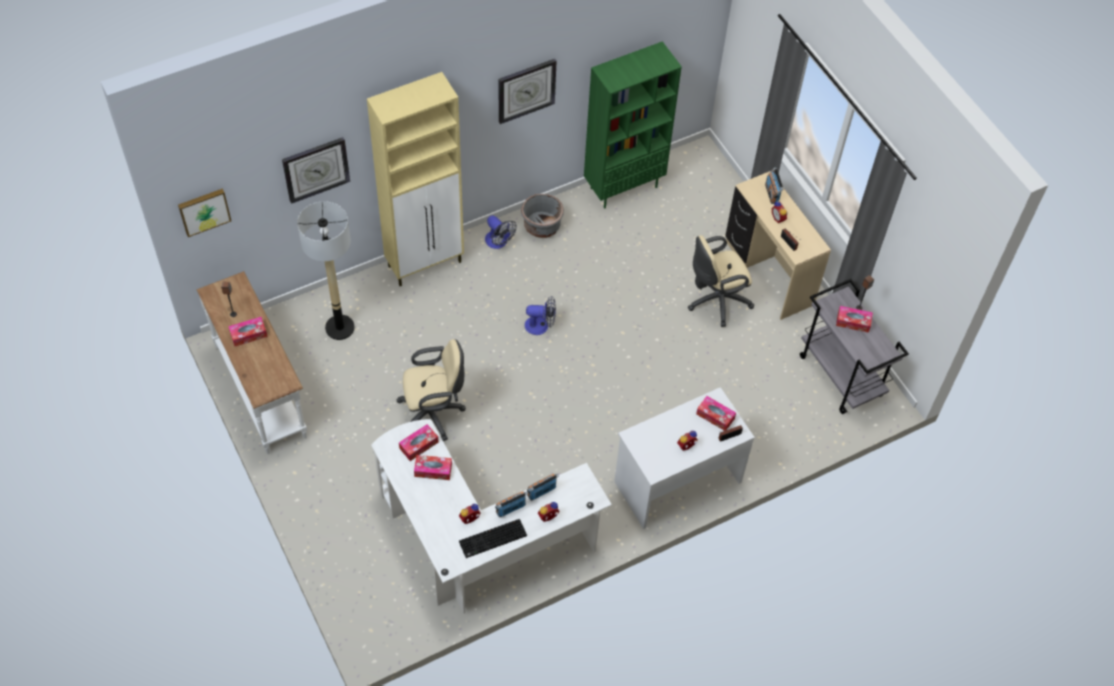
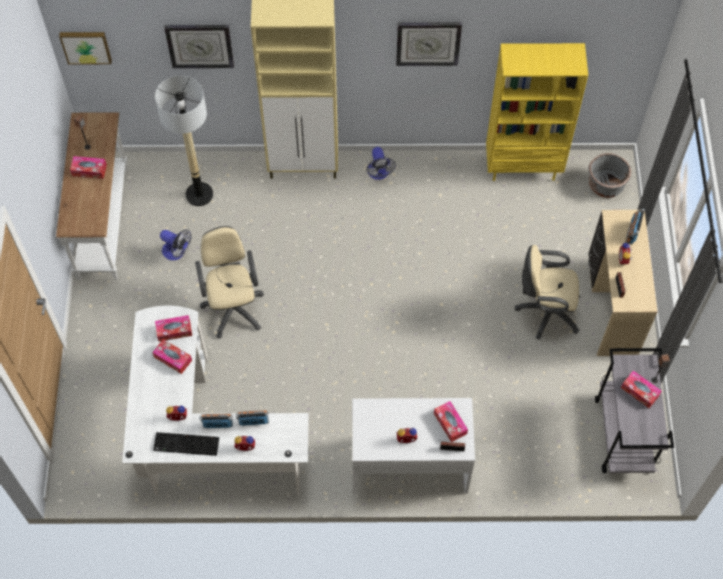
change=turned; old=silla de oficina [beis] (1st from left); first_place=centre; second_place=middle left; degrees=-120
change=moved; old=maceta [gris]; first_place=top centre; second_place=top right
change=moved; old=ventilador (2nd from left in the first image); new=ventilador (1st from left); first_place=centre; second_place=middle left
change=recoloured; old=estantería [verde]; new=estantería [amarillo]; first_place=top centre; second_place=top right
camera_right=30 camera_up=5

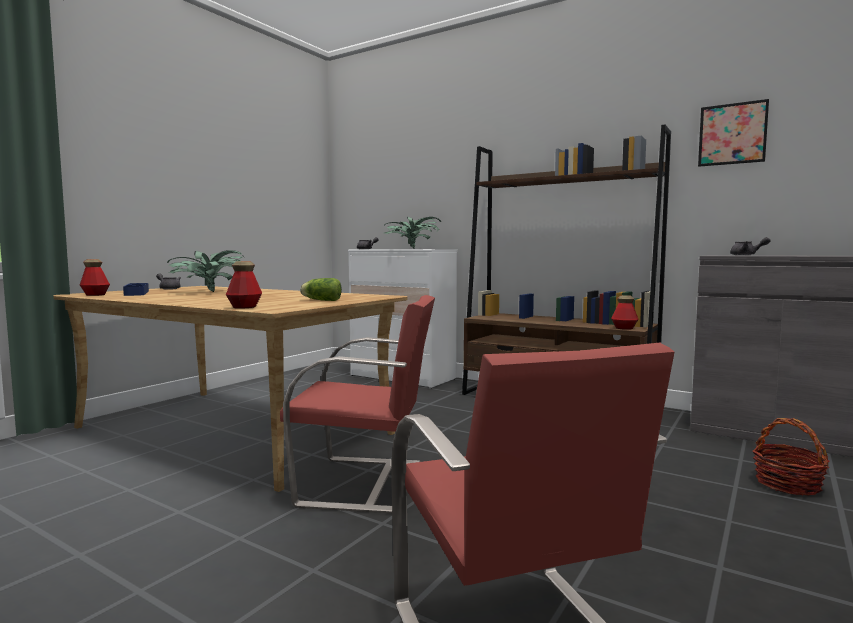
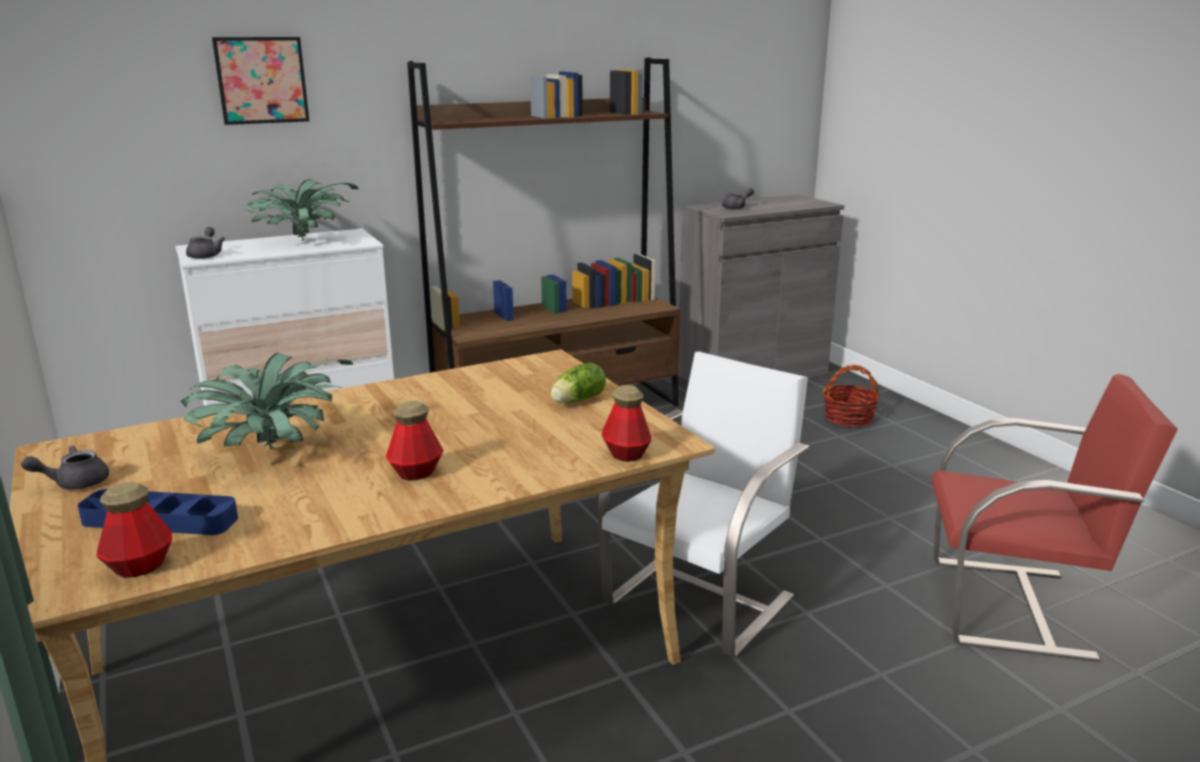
change=recoloured; old=silla [rojo] (1st from left); new=silla [blanco]; first_place=centre; second_place=centre
change=moved; old=botella (3rd from left in the first image); new=botella (2nd from left); first_place=middle right; second_place=centre
change=moved; old=cuadro; first_place=top right; second_place=top left
camera_right=-60 camera_up=15

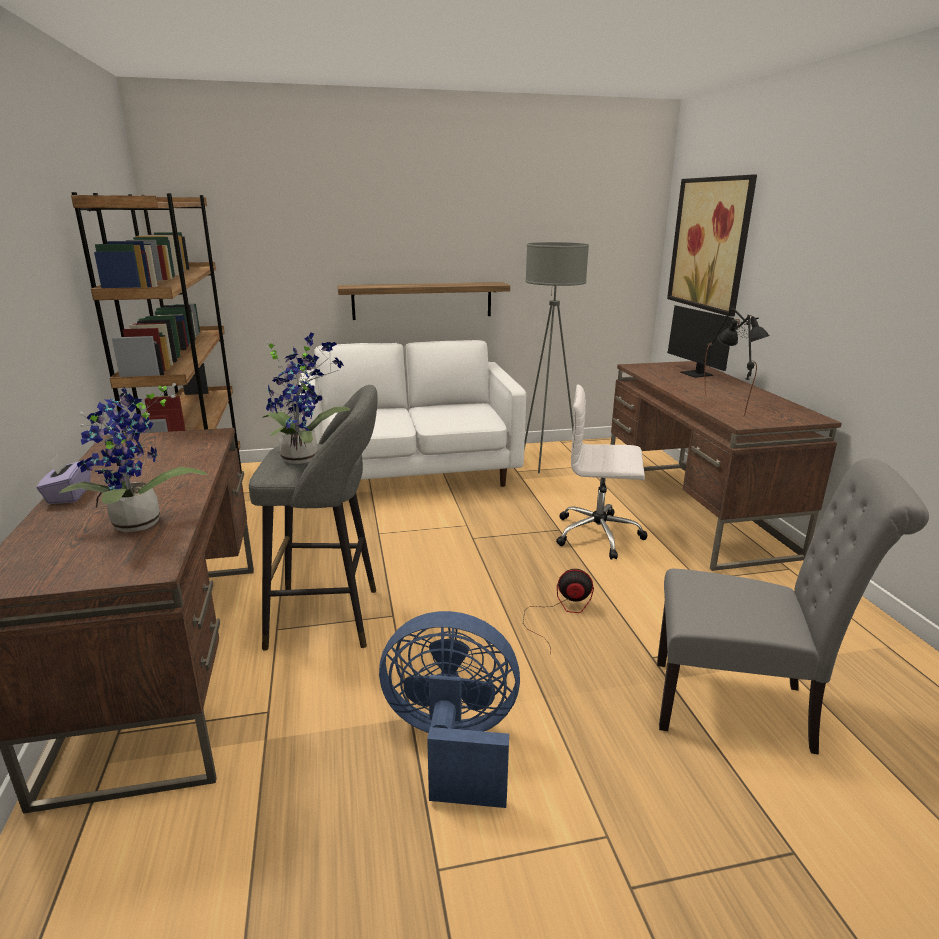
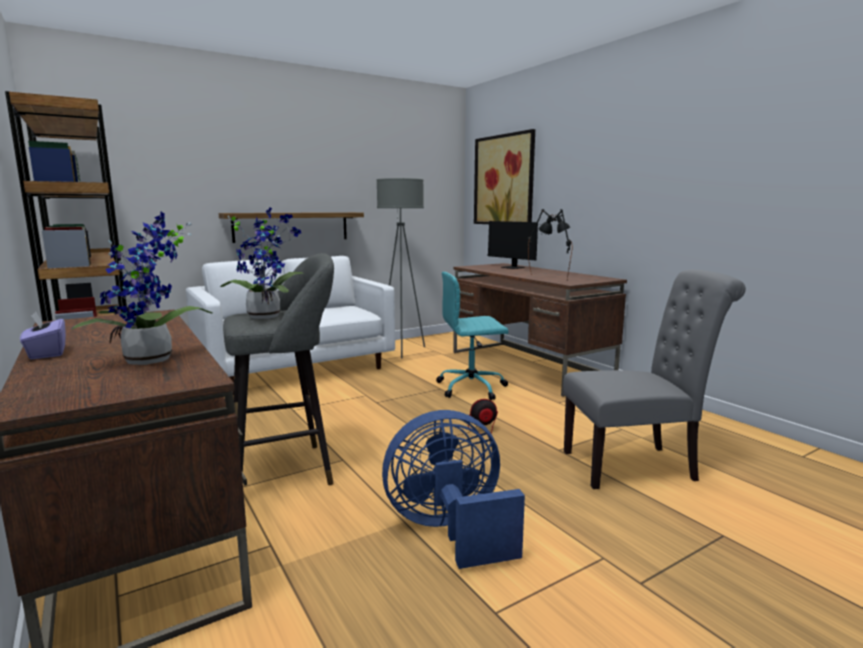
change=recoloured; old=silla de oficina [blanco]; new=silla de oficina [turquesa]; first_place=centre; second_place=centre
camera_right=-20 camera_up=-10

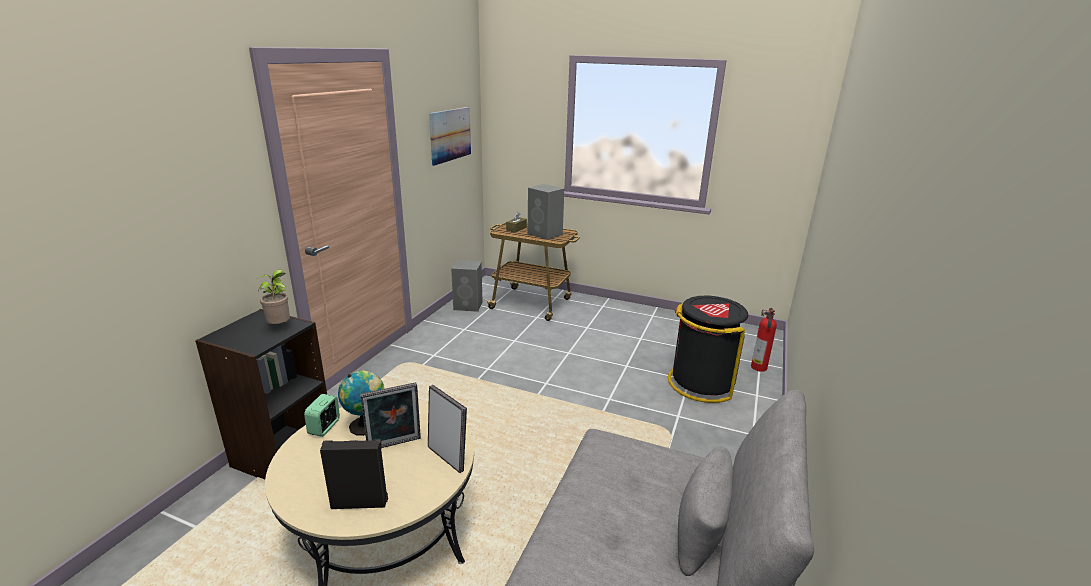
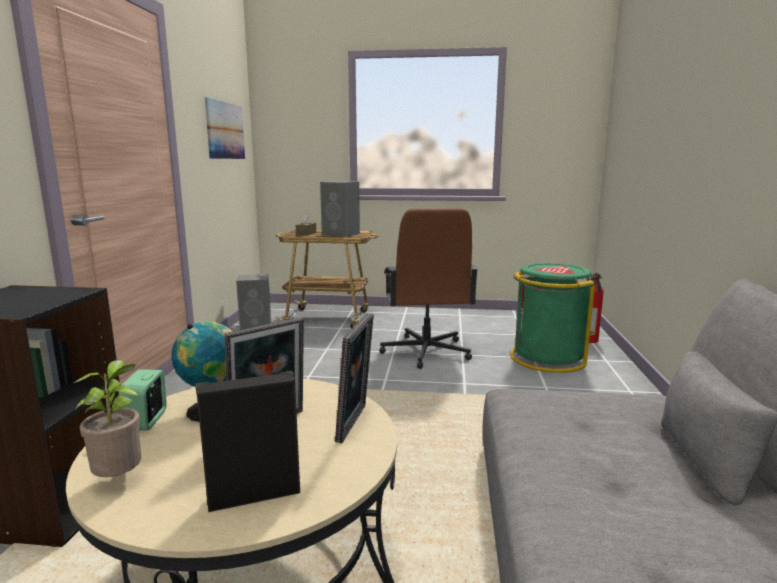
change=moved; old=planta en maceta; first_place=middle left; second_place=bottom left
change=turned; old=portarretratos (2nd from left); first_place=bottom centre; second_place=centre; degrees=75
change=recoloured; old=papelera [negro]; new=papelera [verde]; first_place=centre; second_place=middle right
change=added; new=silla de oficina [marrón]; second_place=centre
camera_right=-15 camera_up=-10

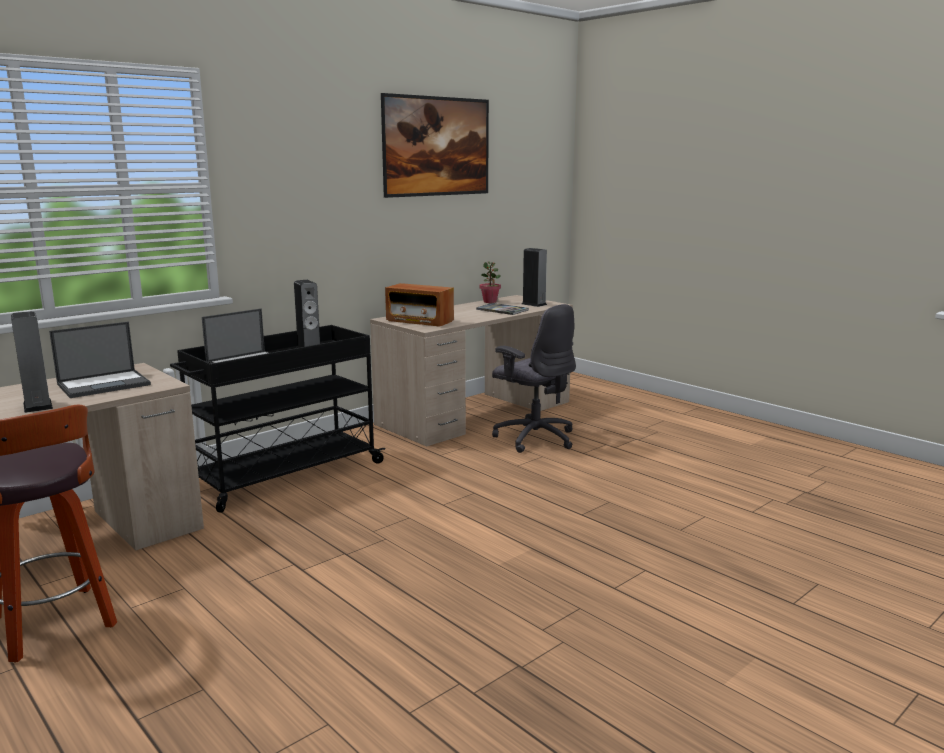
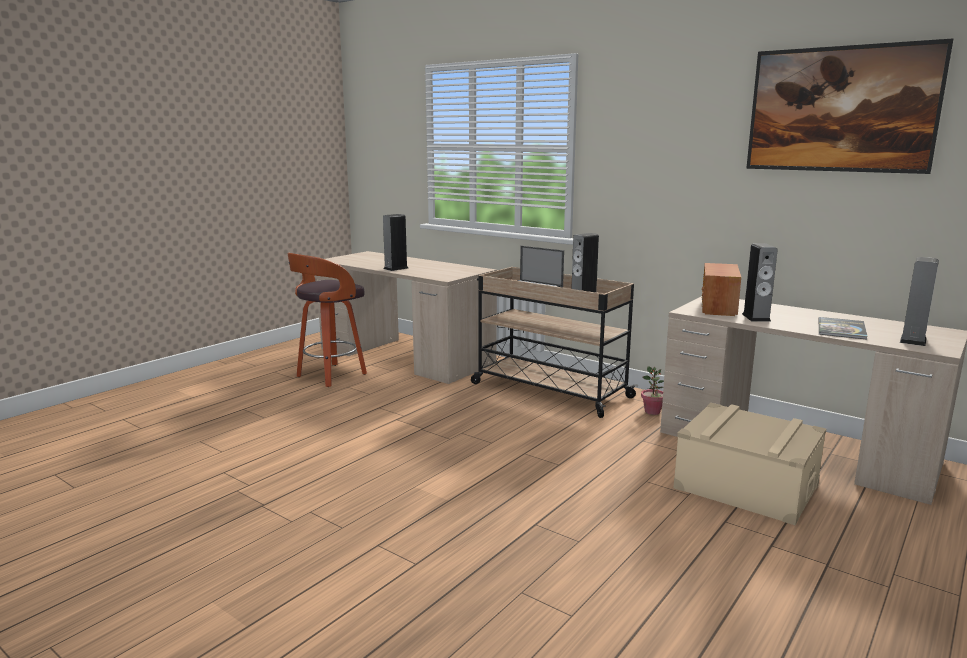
change=removed; old=portátil (1st from left); first_place=middle left
change=recoloured; old=carrito [negro]; new=carrito [beis]; first_place=middle left; second_place=centre
change=moved; old=planta en maceta; first_place=centre; second_place=middle right
change=replaced; old=silla de oficina [gris]; new=caja de almacenaje [beis]; first_place=centre; second_place=bottom right
change=added; new=altavoz (3rd from left); second_place=middle right
camera_right=80 camera_up=0

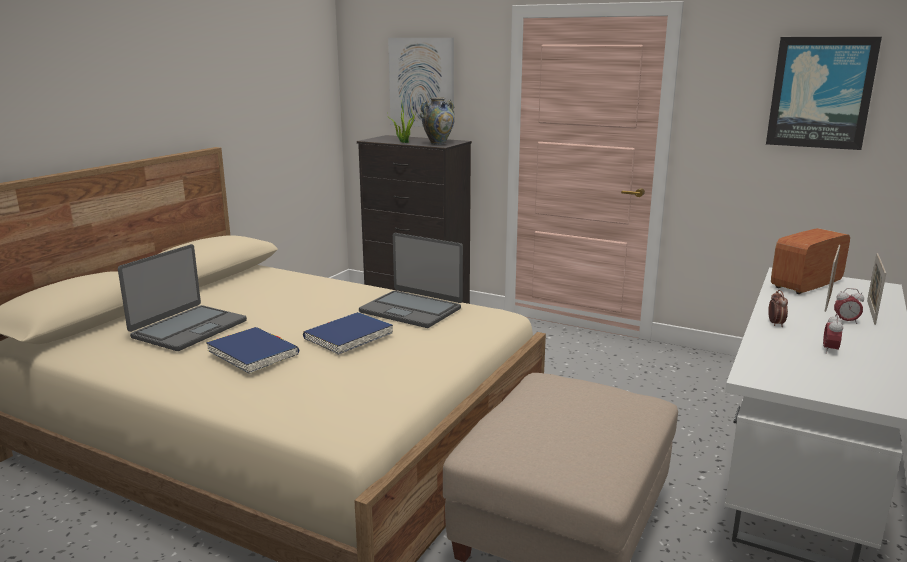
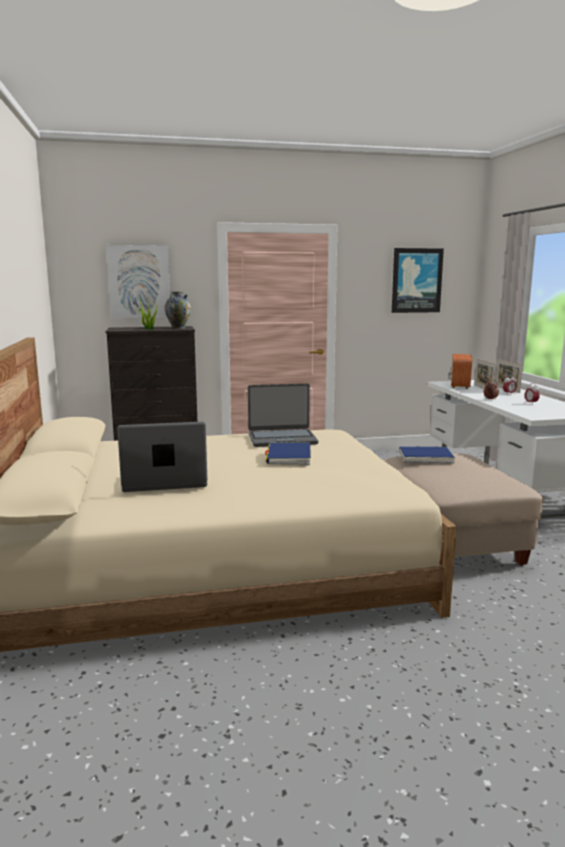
change=turned; old=portátil (1st from left); first_place=middle left; second_place=middle left; degrees=-90
change=moved; old=libro [azul] (1st from left in the first image); new=libro [azul] (2nd from left); first_place=middle left; second_place=middle right
camera_right=-40 camera_up=-5

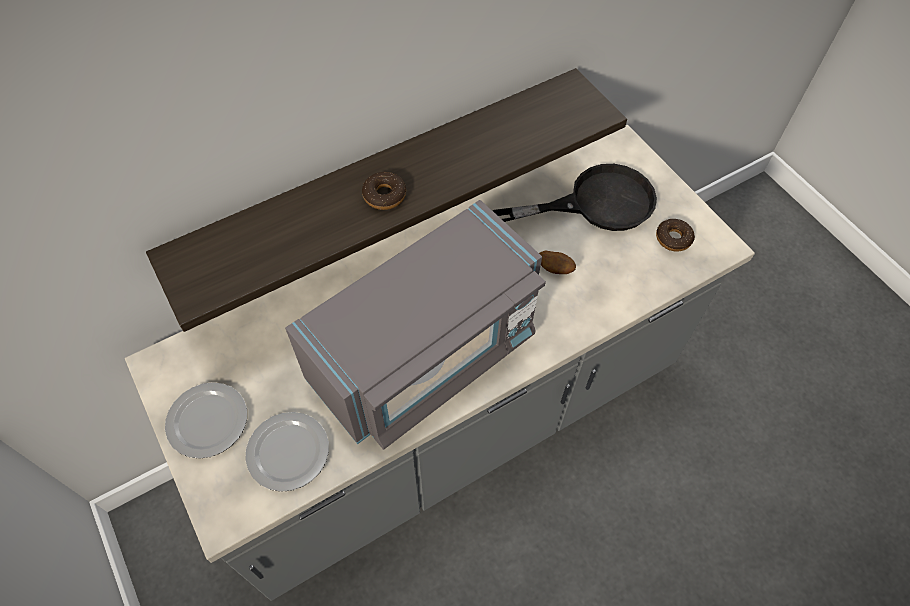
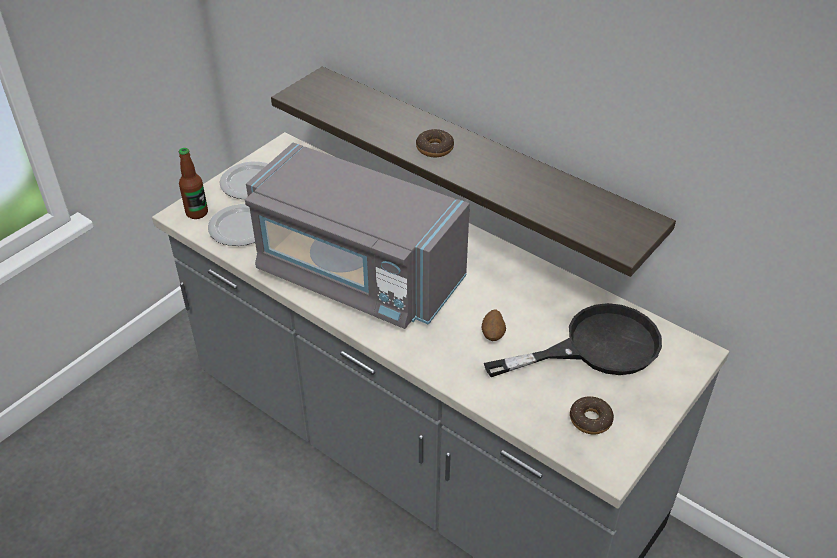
change=turned; old=sartén [negro]; first_place=top centre; second_place=middle right; degrees=-75
change=added; new=botella; second_place=top left
camera_right=70 camera_up=-15

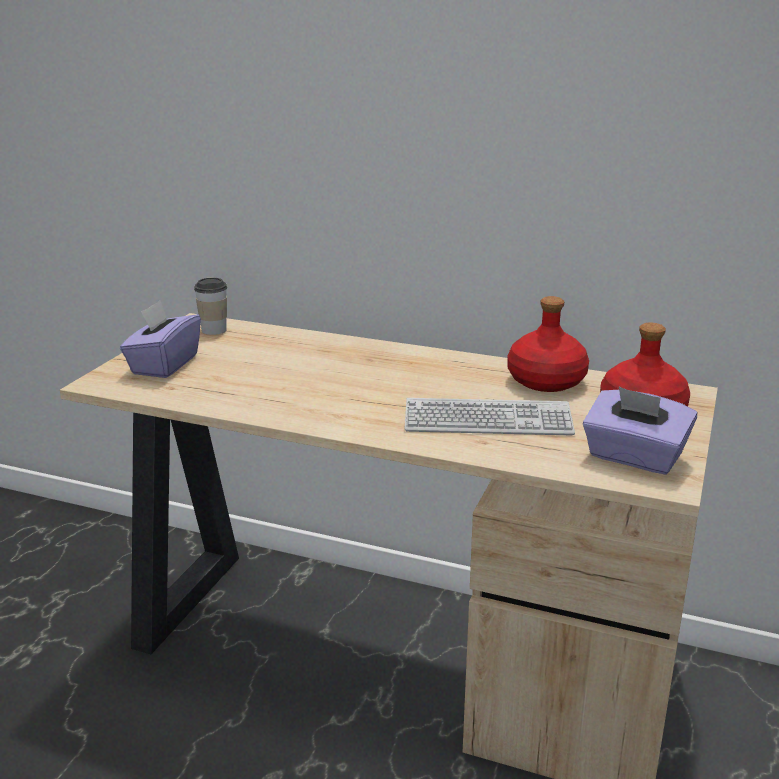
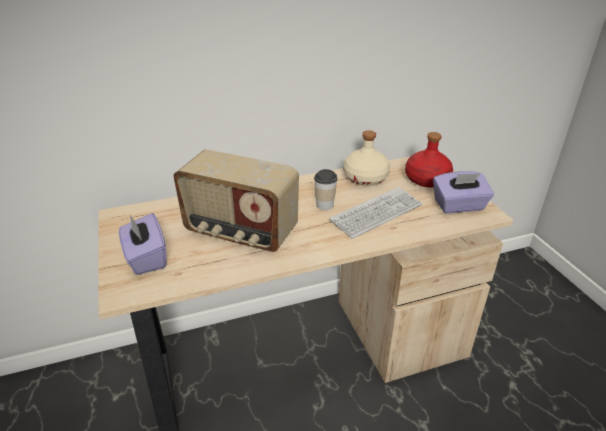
change=moved; old=taza; first_place=middle left; second_place=centre
change=recoloured; old=botella [rojo] (1st from left); new=botella [beis]; first_place=middle right; second_place=centre
change=added; new=radio; second_place=centre
camera_right=-40 camera_up=10

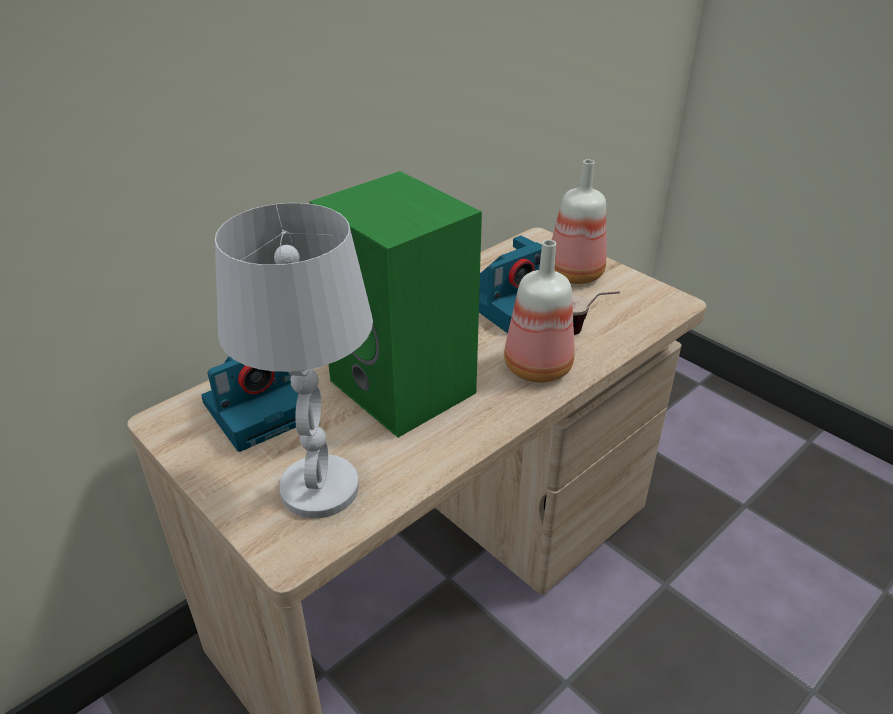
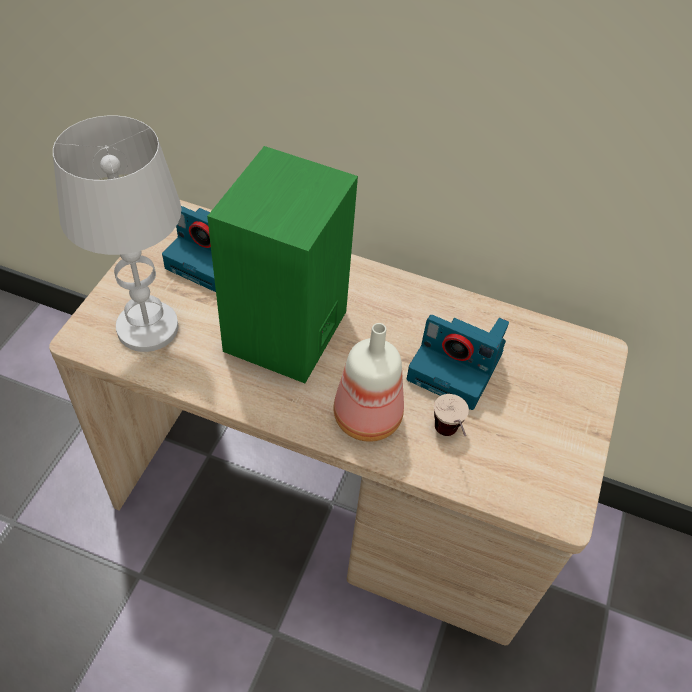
change=removed; old=botella (2nd from left); first_place=top centre
camera_right=60 camera_up=15

